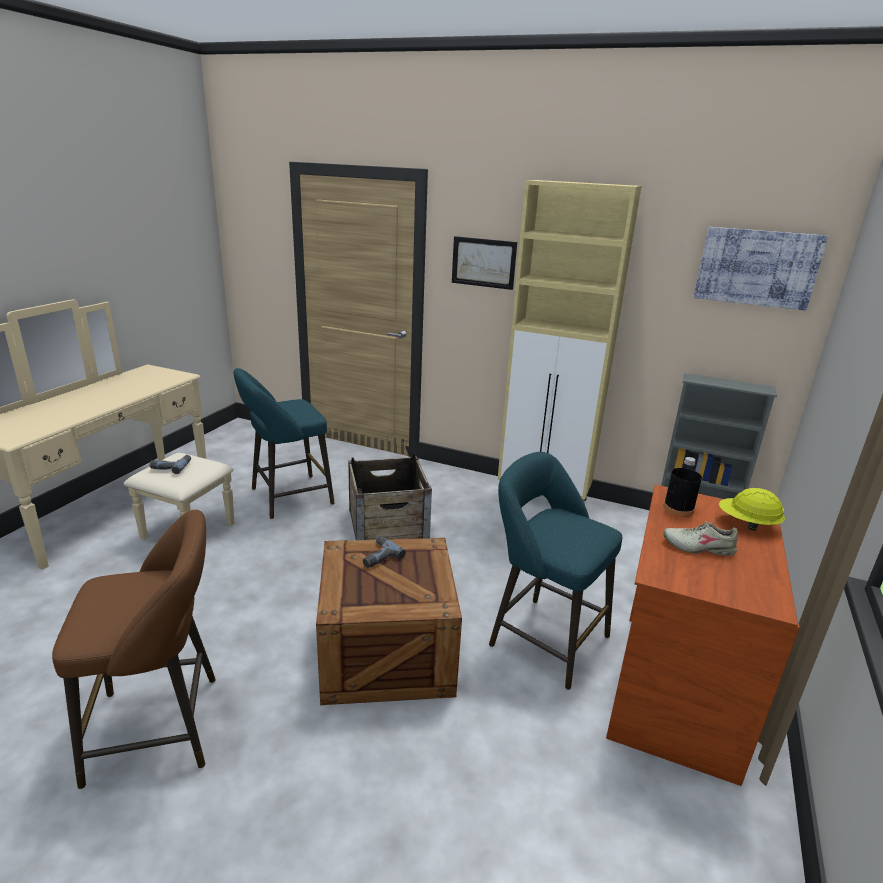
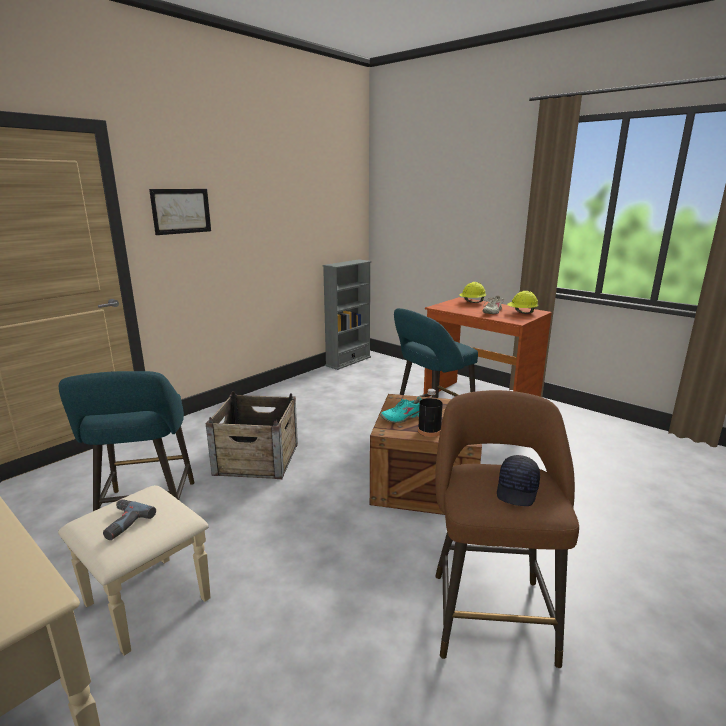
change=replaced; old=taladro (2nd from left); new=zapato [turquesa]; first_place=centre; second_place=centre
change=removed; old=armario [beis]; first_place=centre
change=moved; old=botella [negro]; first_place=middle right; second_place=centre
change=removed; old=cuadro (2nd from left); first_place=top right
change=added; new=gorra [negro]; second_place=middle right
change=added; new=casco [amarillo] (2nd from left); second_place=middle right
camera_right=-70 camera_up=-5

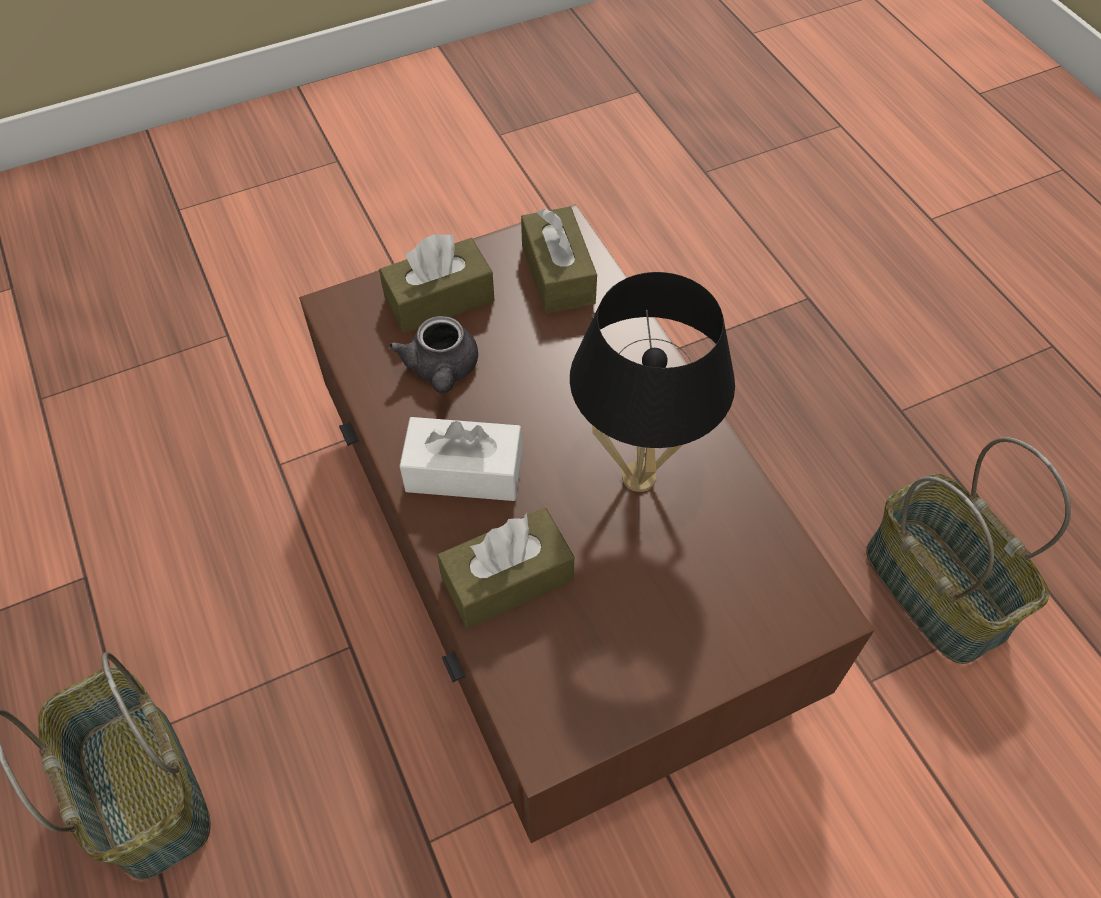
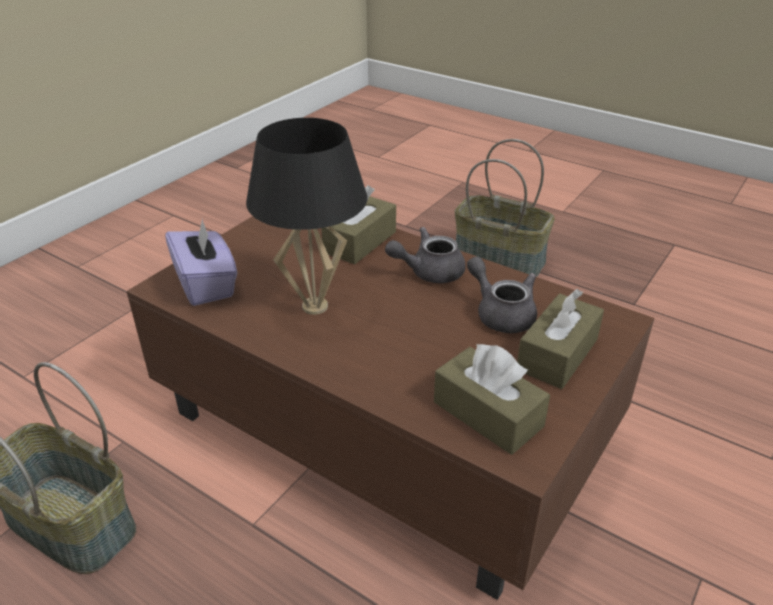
change=replaced; old=caja de pañuelos [blanco]; new=tetera [gris] (1st from left); first_place=centre; second_place=centre
change=added; new=caja de pañuelos [morado]; second_place=middle left
camera_right=150 camera_up=-20

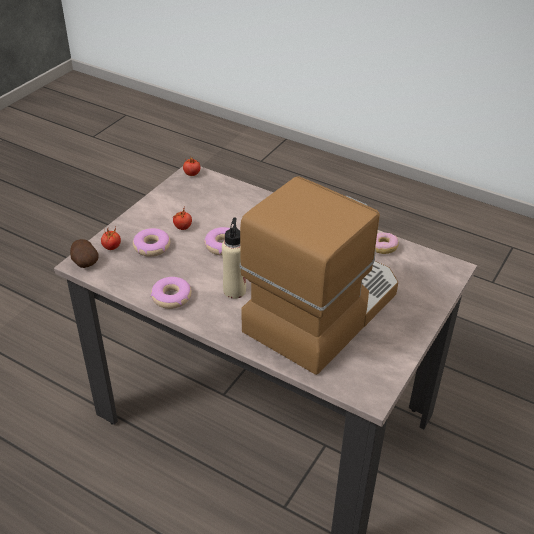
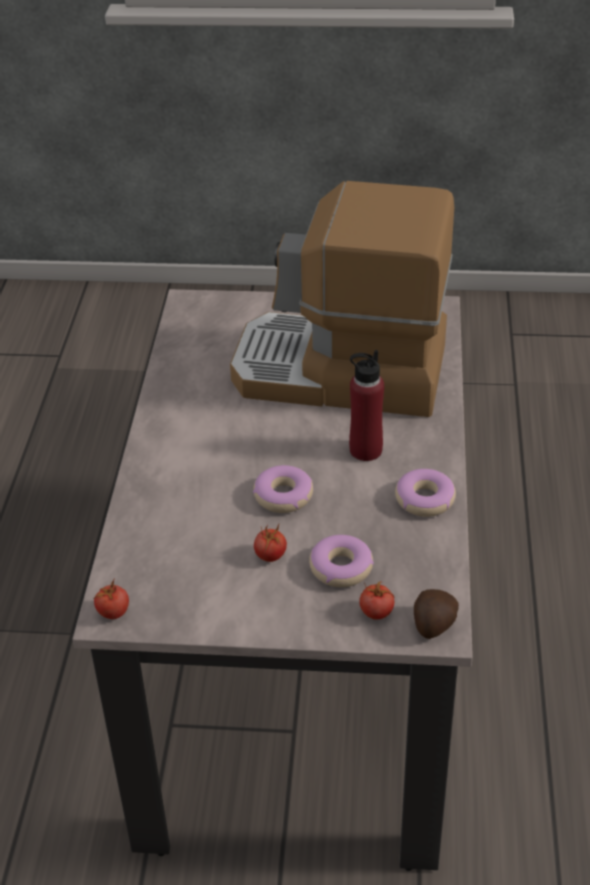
change=recoloured; old=botella [beis]; new=botella [rojo]; first_place=centre; second_place=centre
change=removed; old=rosquilla (4th from left); first_place=middle right
camera_right=-115 camera_up=0

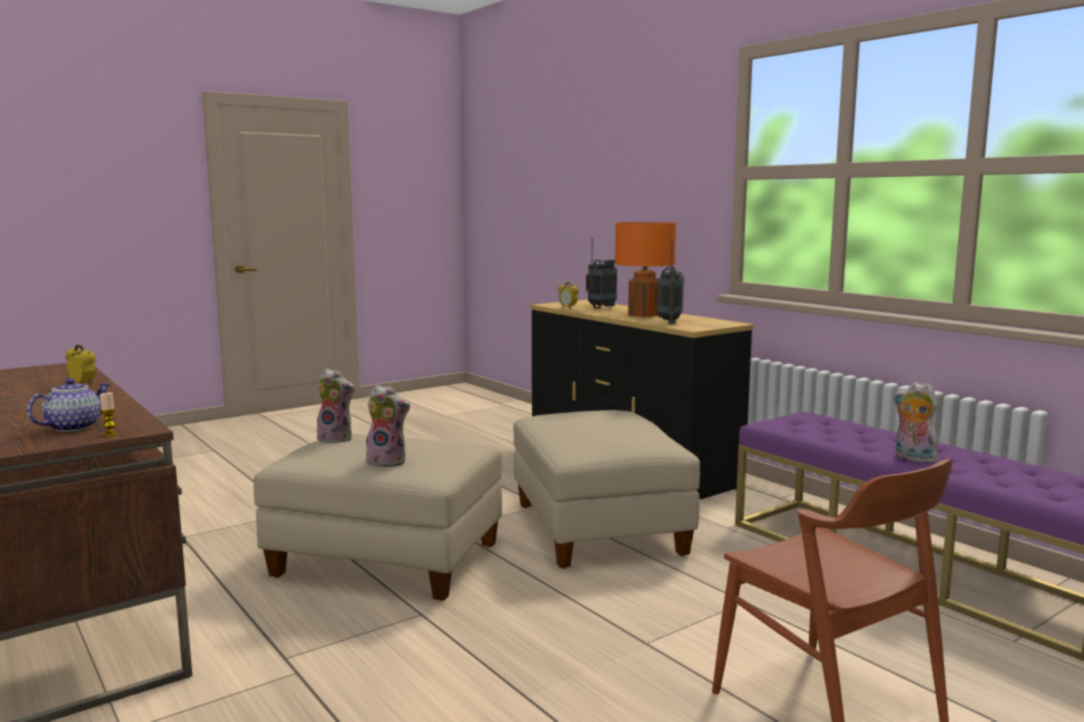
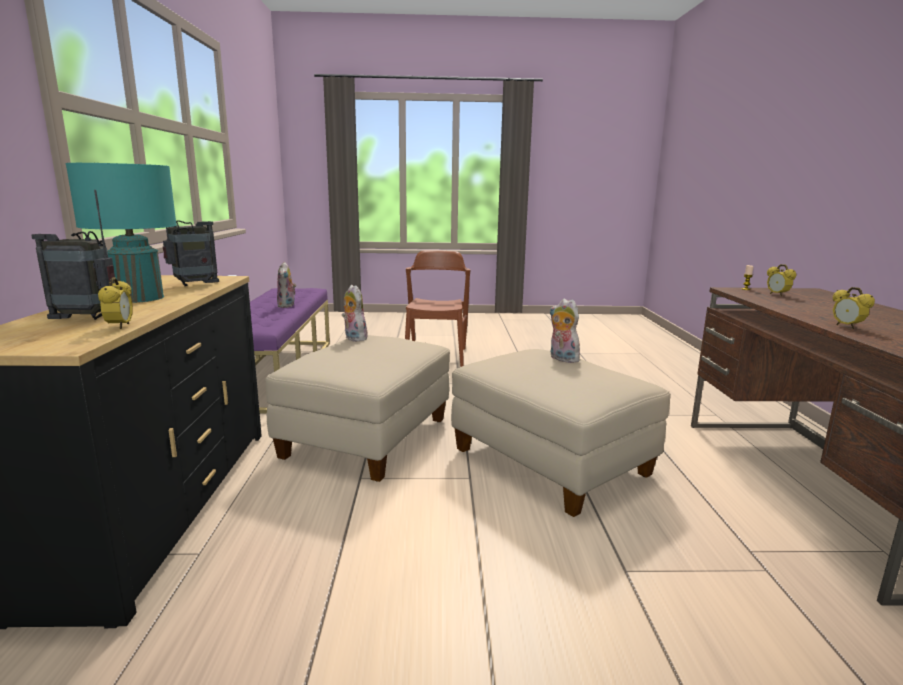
change=replaced; old=tetera; new=despertador (2nd from left); first_place=middle left; second_place=middle right
change=moved; old=peluche (1st from left in the first image); new=peluche (2nd from left); first_place=middle left; second_place=centre
change=recoloured; old=lámpara de mesa [naranja]; new=lámpara de mesa [turquesa]; first_place=centre; second_place=middle left
camera_right=-145 camera_up=5

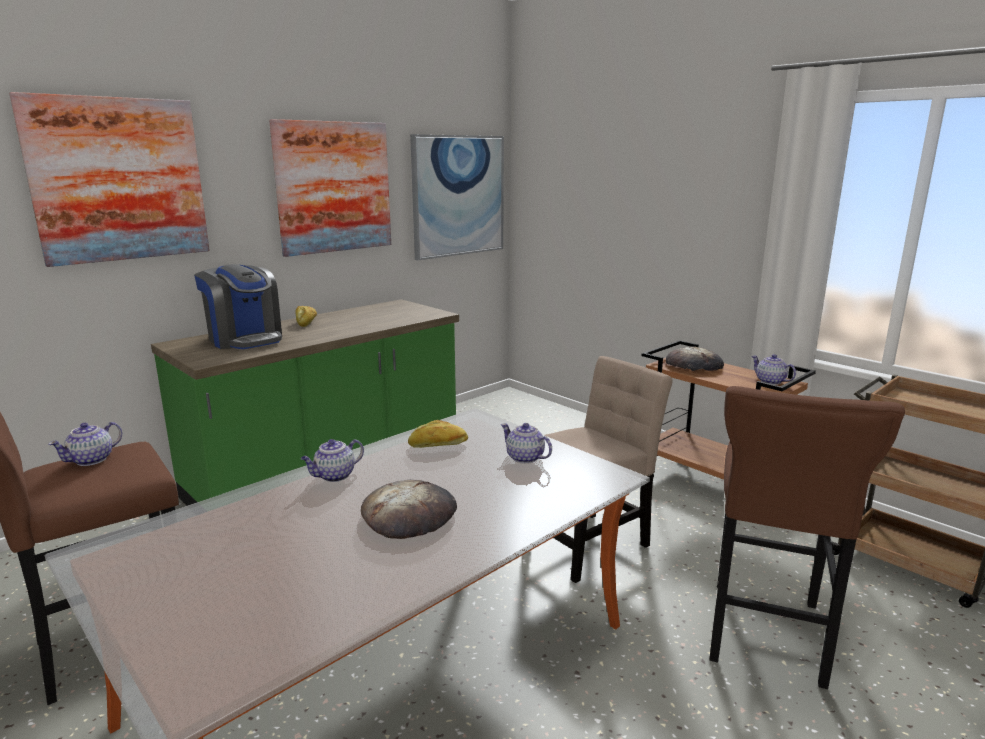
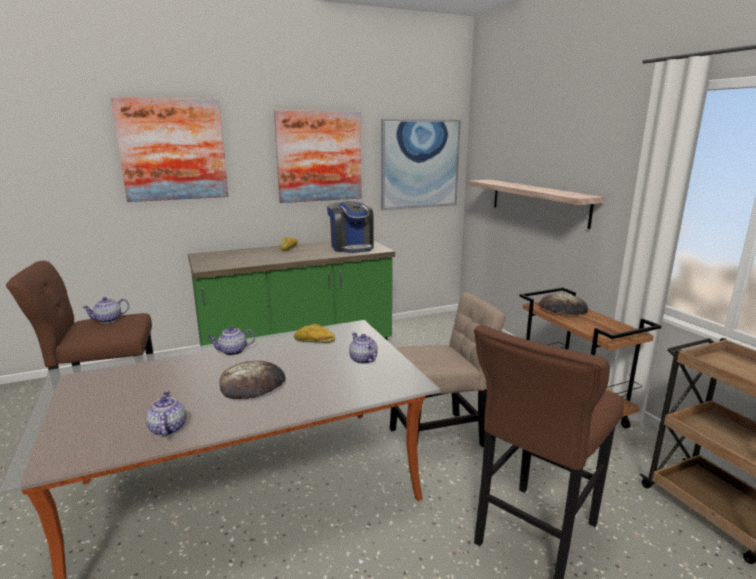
change=moved; old=cafetera; first_place=middle left; second_place=centre
change=moved; old=tetera (4th from left in the first image); new=tetera (2nd from left); first_place=middle right; second_place=bottom left
change=added; new=estante; second_place=middle right
camera_right=20 camera_up=0

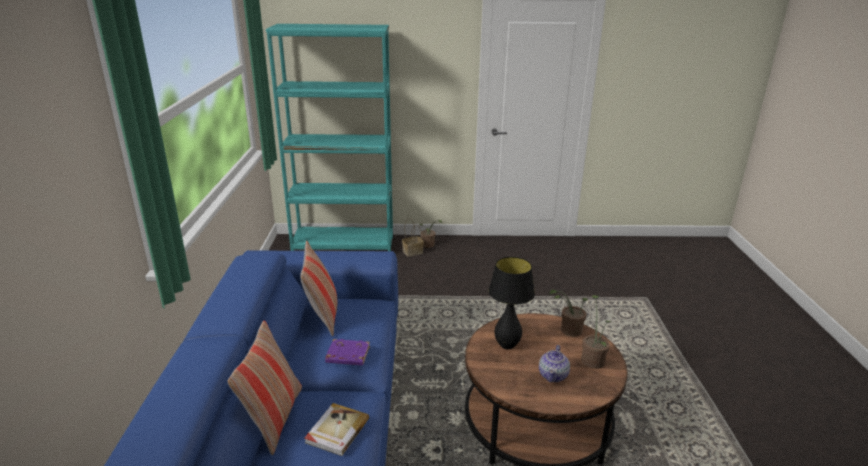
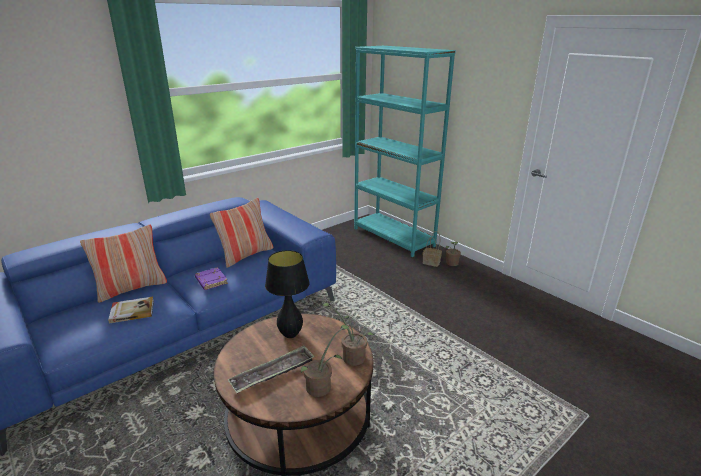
change=replaced; old=tetera; new=bandeja; first_place=bottom centre; second_place=bottom centre
camera_right=50 camera_up=0

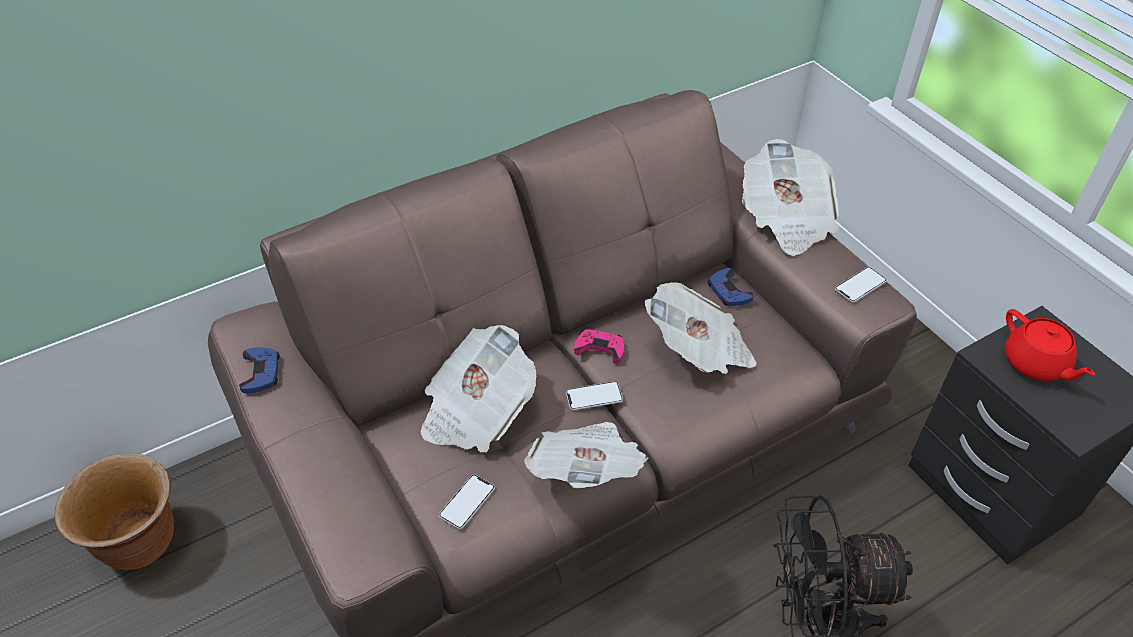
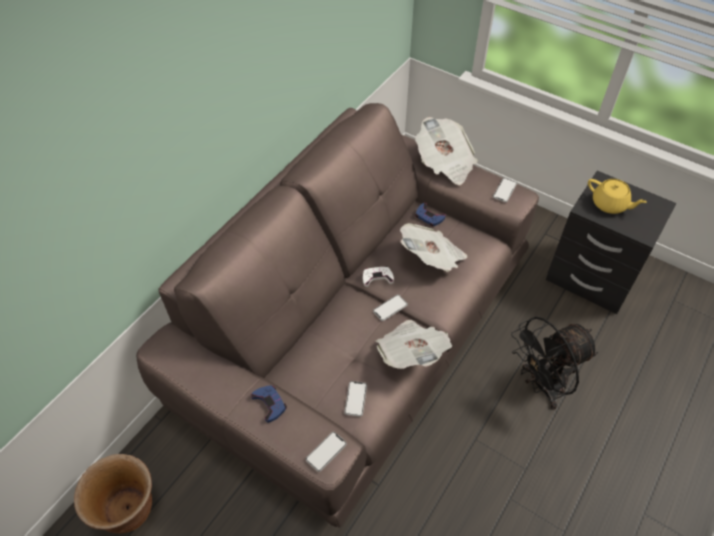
change=moved; old=mando de consola [azul] (1st from left); first_place=middle left; second_place=bottom centre
change=removed; old=periódico (1st from left); first_place=centre
change=recoloured; old=mando de consola [rosa]; new=mando de consola [blanco]; first_place=centre; second_place=centre
change=recoloured; old=tetera [rojo]; new=tetera [amarillo]; first_place=middle right; second_place=middle right
change=added; new=móvil (1st from left); second_place=bottom centre
camera_right=-25 camera_up=5

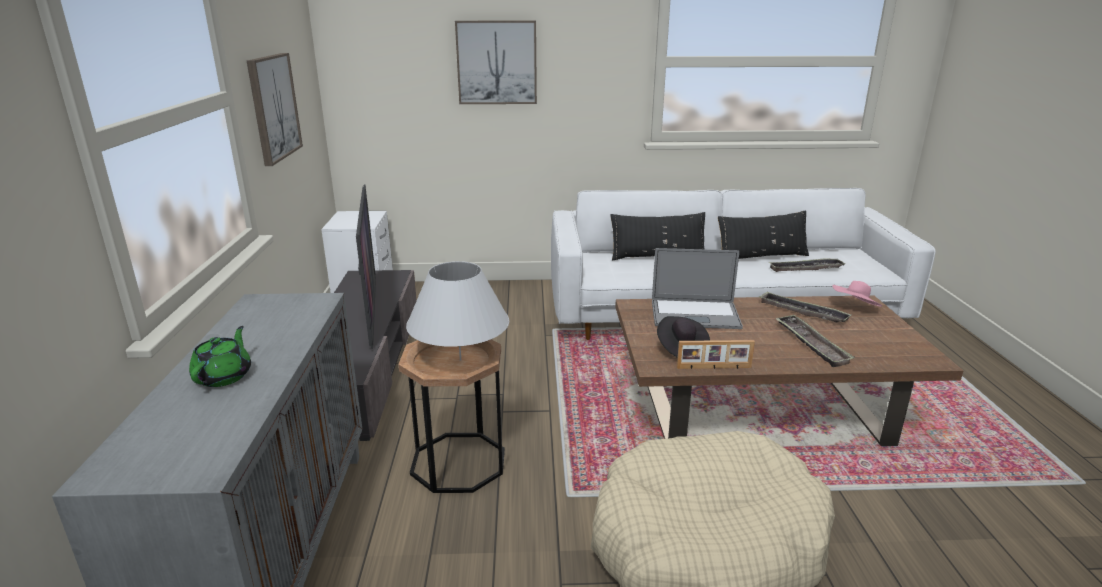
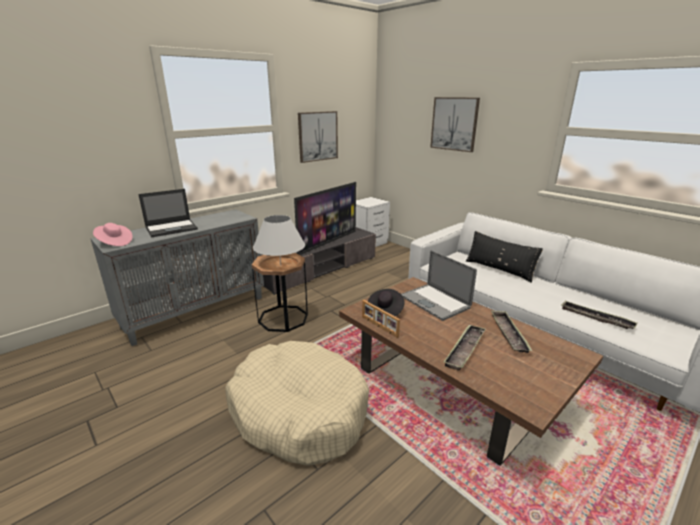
change=replaced; old=tetera [verde]; new=portátil (1st from left); first_place=middle left; second_place=middle left
change=removed; old=cojín [negro] (2nd from left); first_place=middle right
change=moved; old=sombrero [rosa]; first_place=middle right; second_place=middle left
camera_right=50 camera_up=0

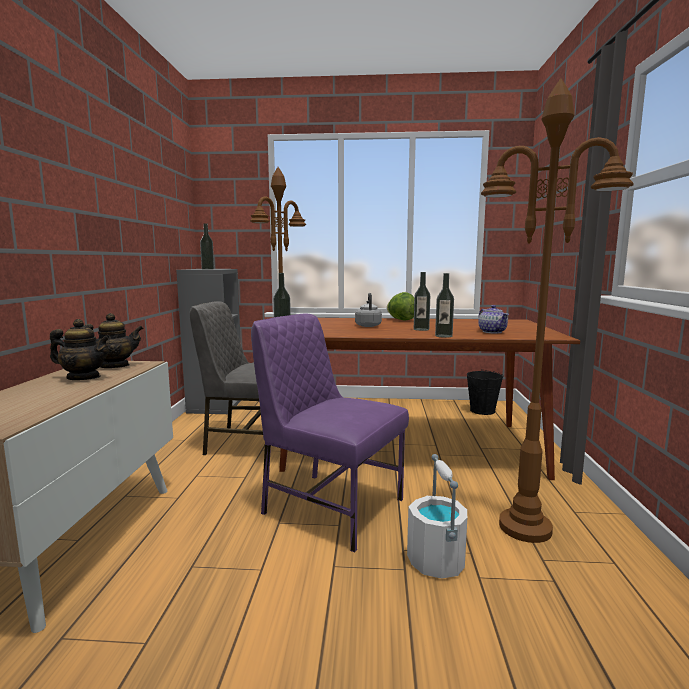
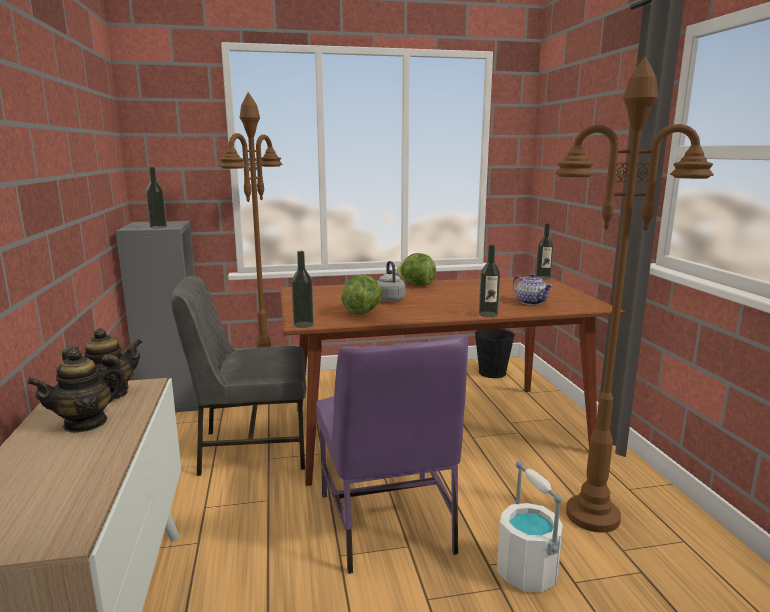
change=turned; old=tetera (1st from left); first_place=middle left; second_place=middle left; degrees=150
change=turned; old=silla [morado]; first_place=centre; second_place=bottom centre; degrees=-120
change=moved; old=botella (3rd from left in the first image); new=botella (4th from left); first_place=centre; second_place=middle right
change=added; new=lechuga (1st from left); second_place=centre
camera_right=-15 camera_up=5

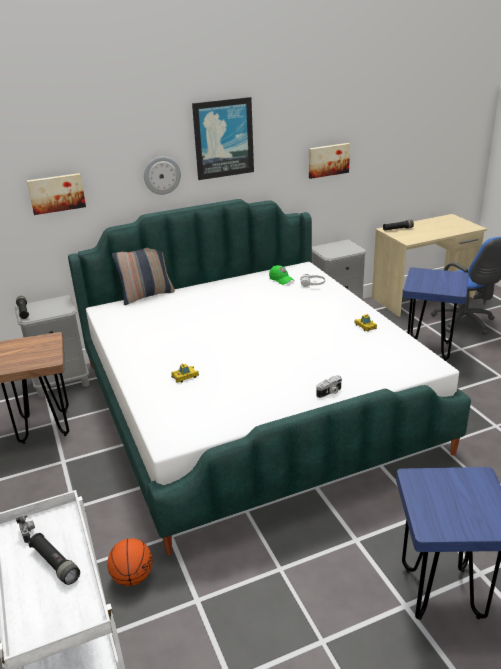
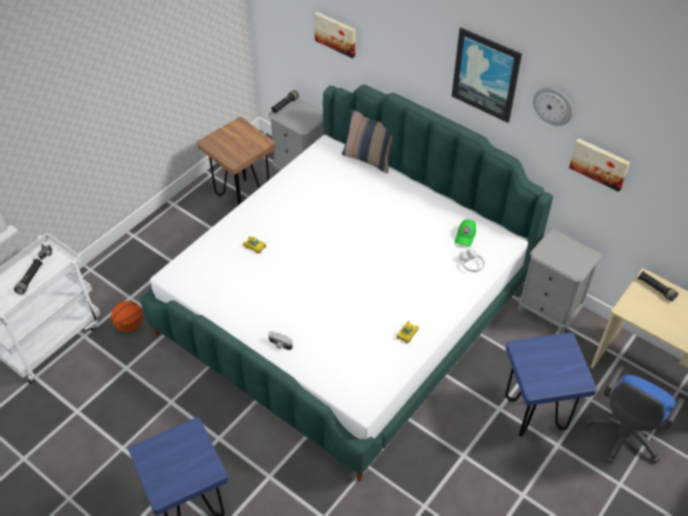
change=moved; old=reloj de pared; first_place=top left; second_place=top right
camera_right=60 camera_up=20

